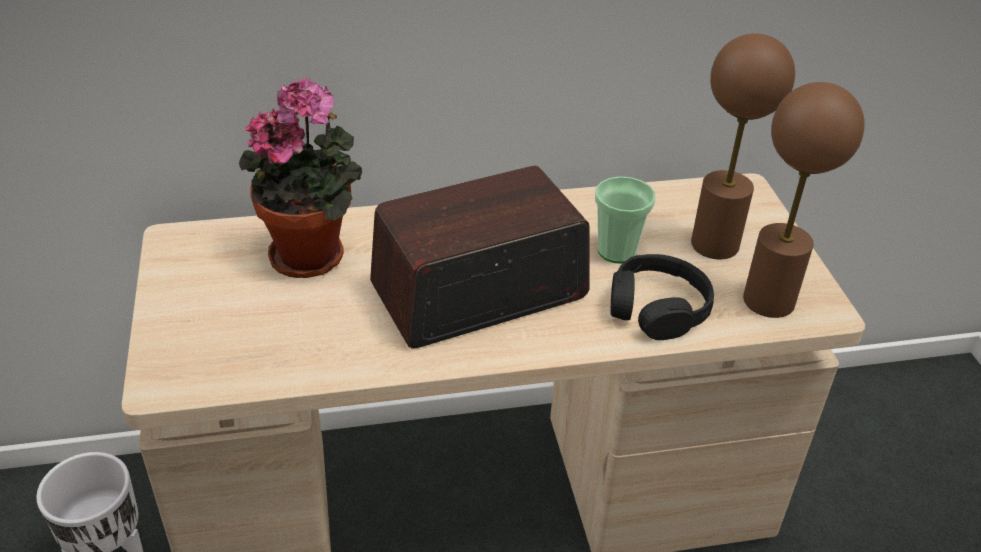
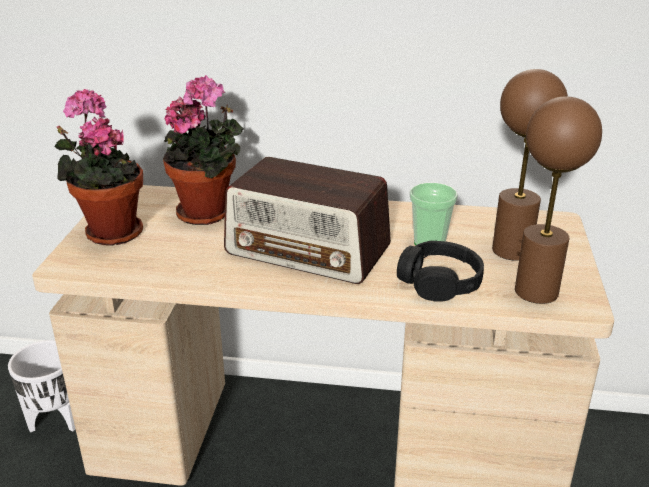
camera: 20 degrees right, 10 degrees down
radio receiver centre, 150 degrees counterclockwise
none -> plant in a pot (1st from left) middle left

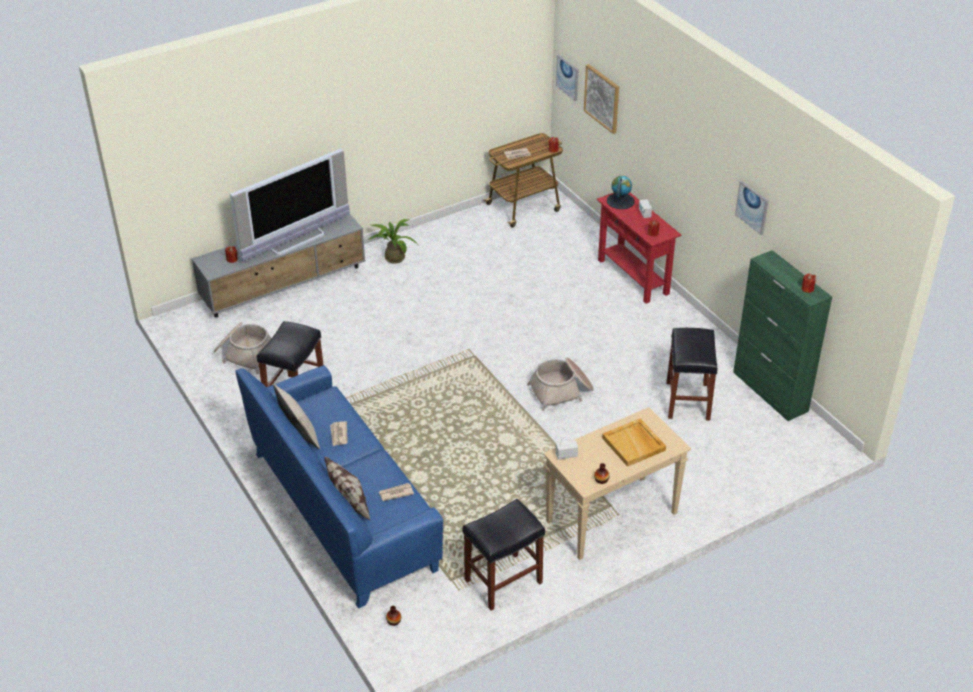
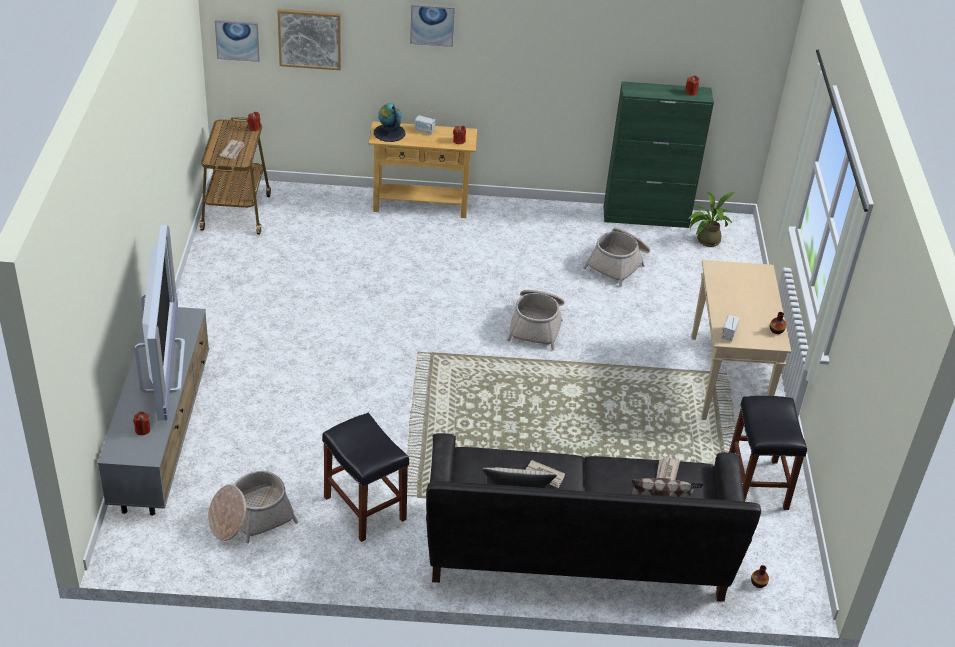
camera: 60 degrees left, 0 degrees up
wall art (3rd from left) top right -> wall art (3rd from left) top centre, move
reddish hall table centre -> sand-coloured hall table (1st from left) top centre
plant in a pot centre -> plant in a pot middle right, move
blackish sitting stool (3rd from left) middle right -> household basket (3rd from left) centre
blue-coloured sofa bottom centre -> blackish sofa bottom centre
sand-coloured tray centre -> none

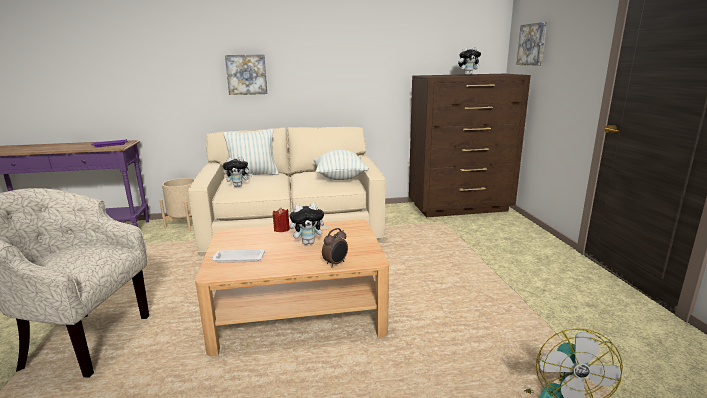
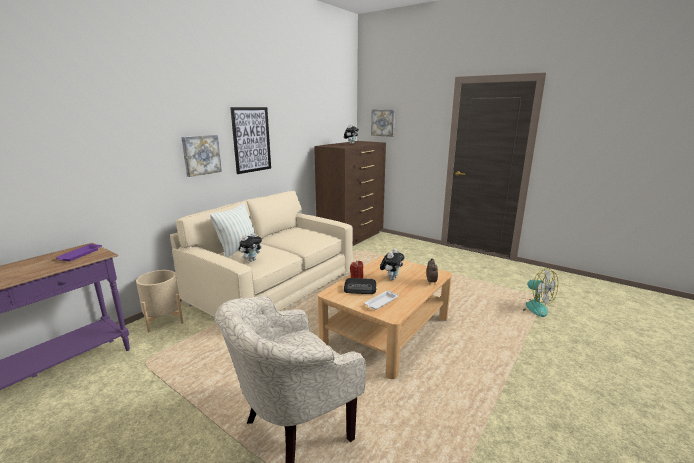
camera: 45 degrees left, 0 degrees up
throw pillow (2nd from left) centre -> none
none -> wall art (2nd from left) top centre
none -> radio receiver centre

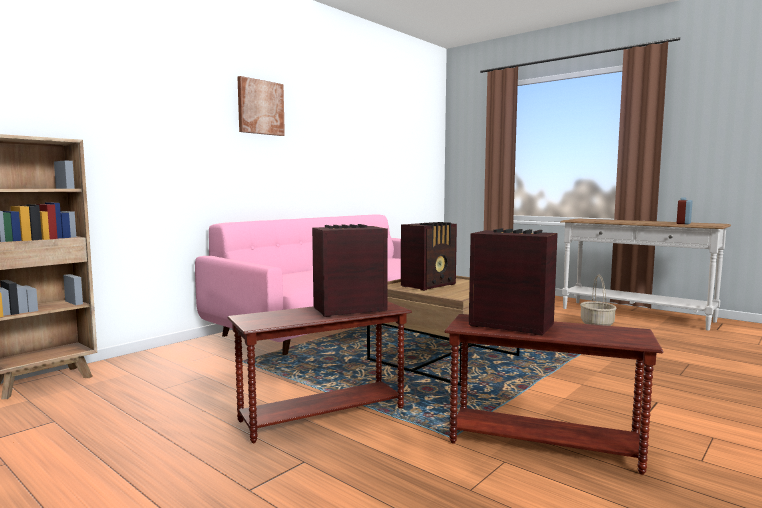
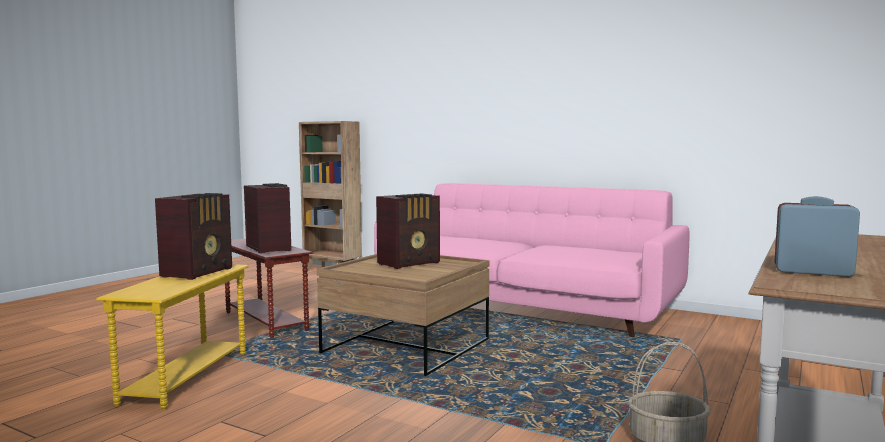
camera: 80 degrees right, 0 degrees up
wall art top centre -> none
radio receiver (2nd from left in the first image) centre -> radio receiver (3rd from left) centre, 75 degrees counterclockwise
brownish accent table (2nd from left) bottom right -> yellow-coloured accent table bottom left

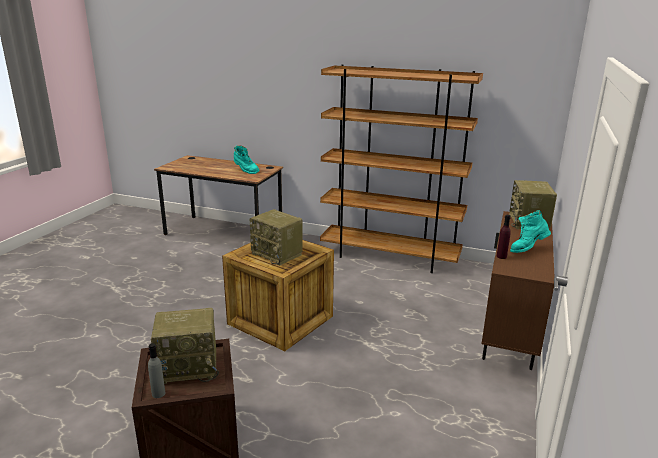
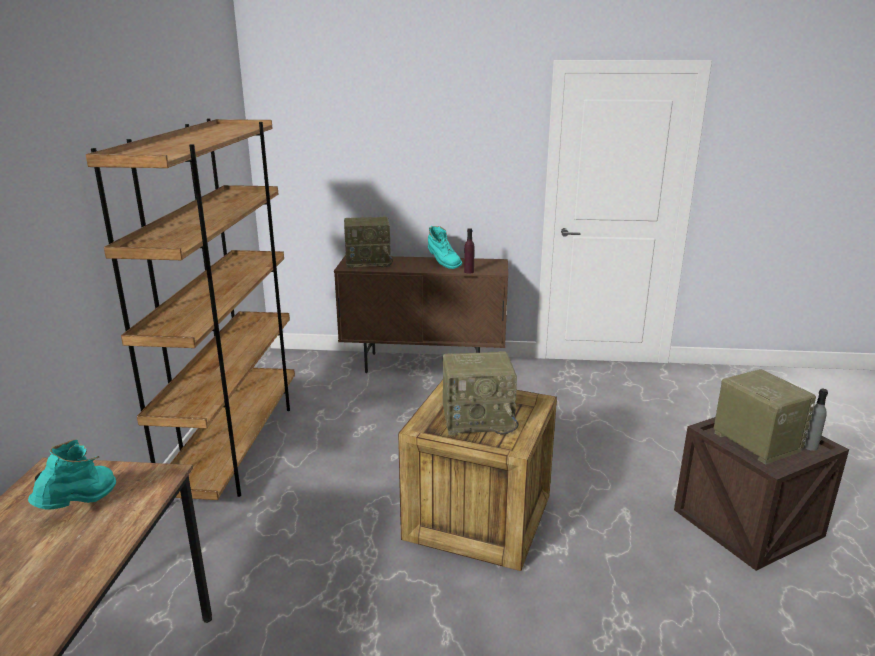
camera: 105 degrees left, 0 degrees up
radio receiver (2nd from left) centre, 60 degrees clockwise

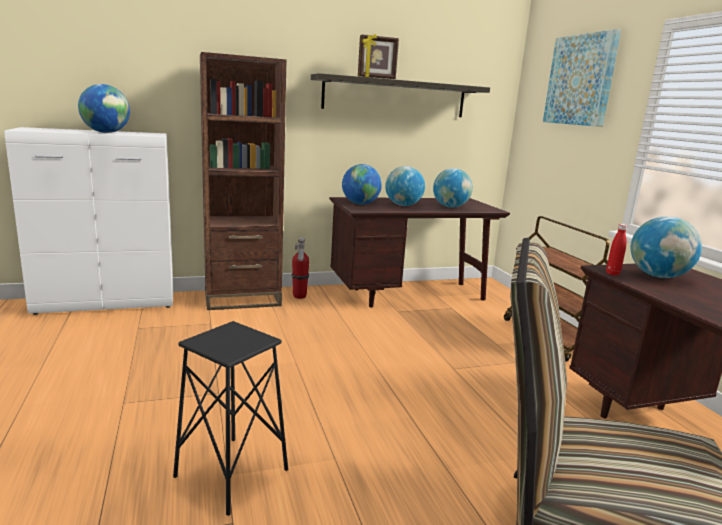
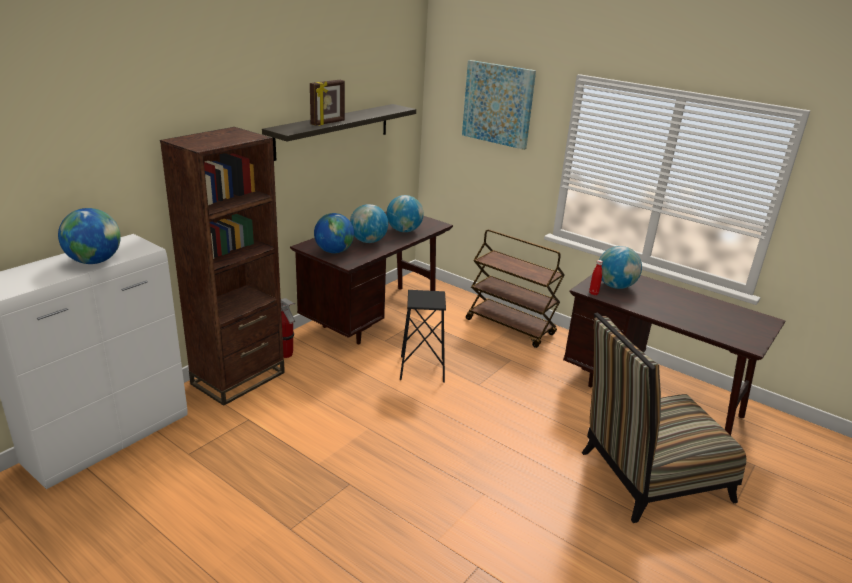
camera: 35 degrees left, 10 degrees up
blackish sitting stool bottom left -> blackish sitting stool centre, move

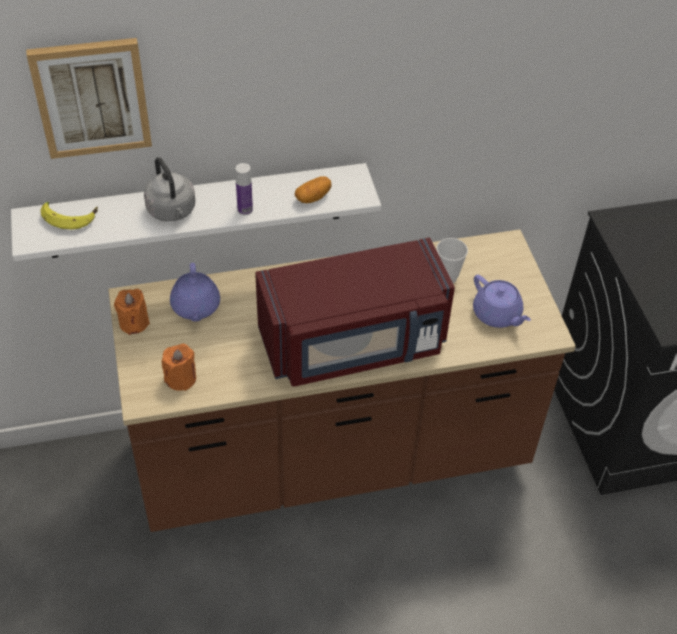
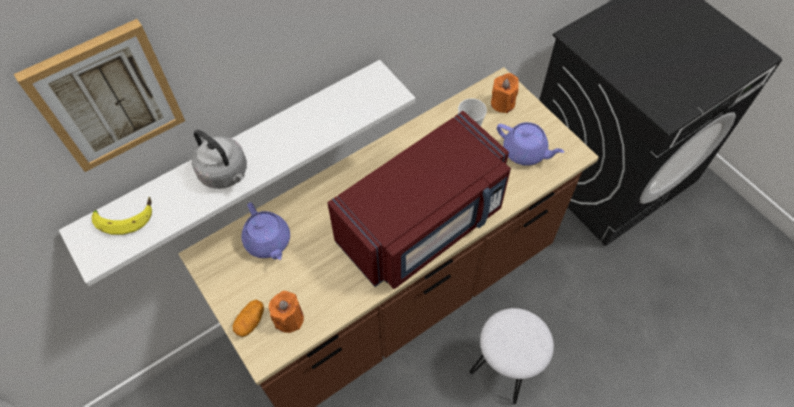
camera: 20 degrees left, 10 degrees up
drink bottle top centre -> none
spud top centre -> spud bottom left, move
orange-coloured wax light (1st from left in the first image) middle left -> orange-coloured wax light (2nd from left) top centre, move
none -> whitish sitting stool bottom centre

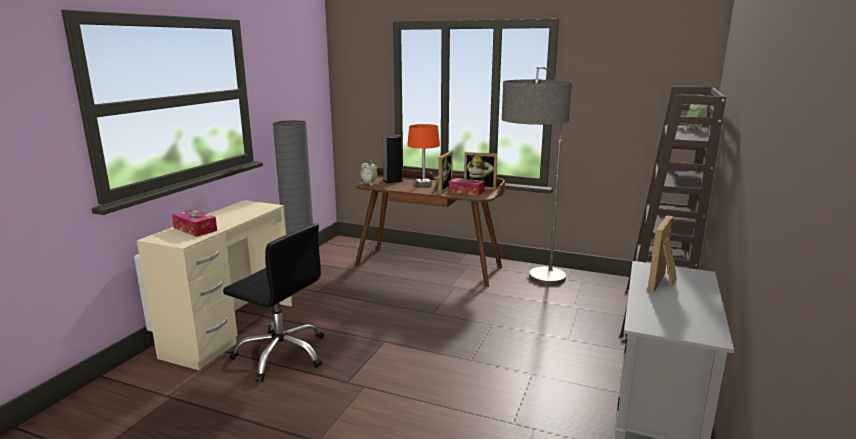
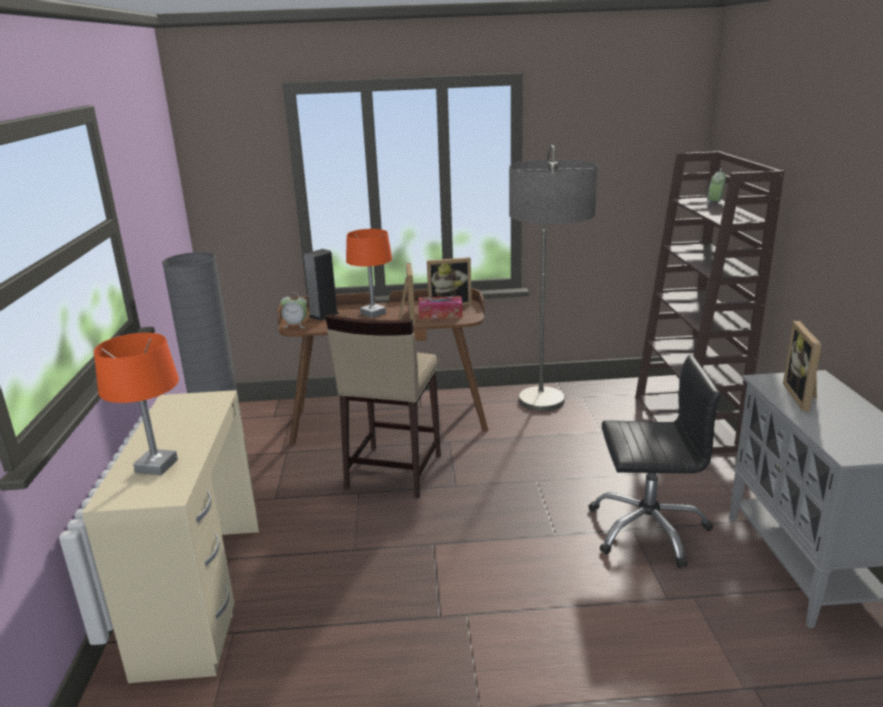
camera: 25 degrees left, 5 degrees up
box of tissues (1st from left) middle left -> orange-coloured lamp for a table (1st from left) middle left
blackish computer chair bottom left -> blackish computer chair middle right, move
none -> sand-coloured sitting stool centre

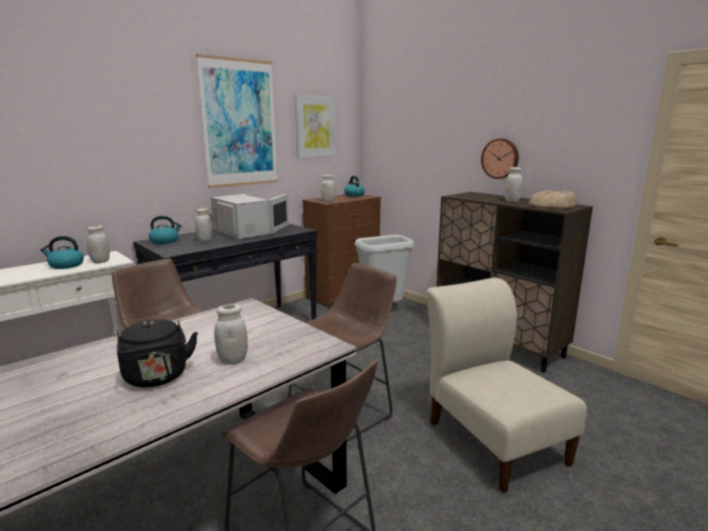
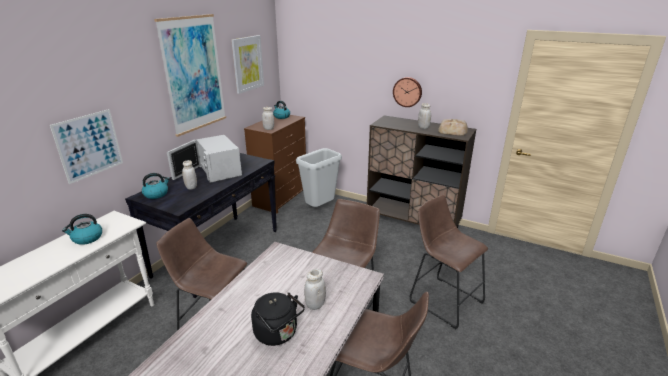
camera: 20 degrees left, 10 degrees up
whitish kitchen microwave centre -> whitish kitchen microwave middle left, 150 degrees counterclockwise
whitish storage jar (1st from left) middle left -> none
sand-coloured chair bottom right -> brownish sitting stool (4th from left) bottom right
none -> wall art (1st from left) middle left

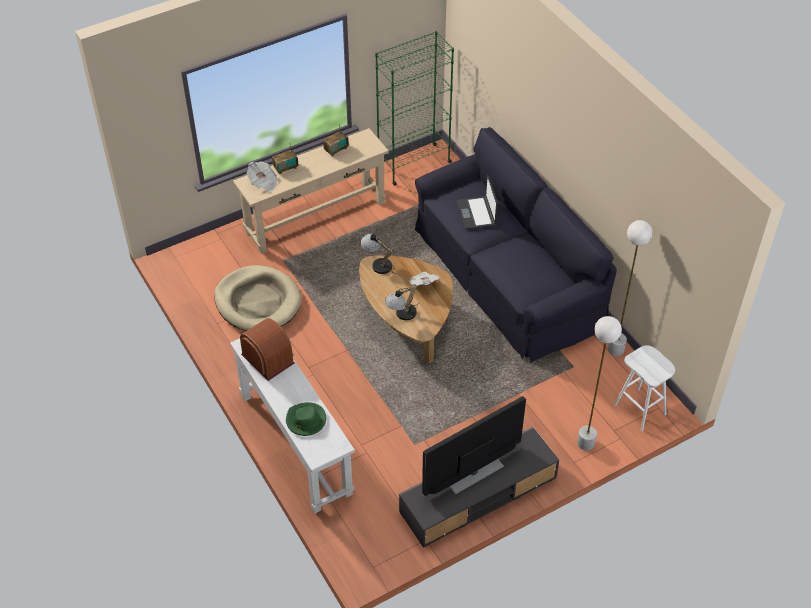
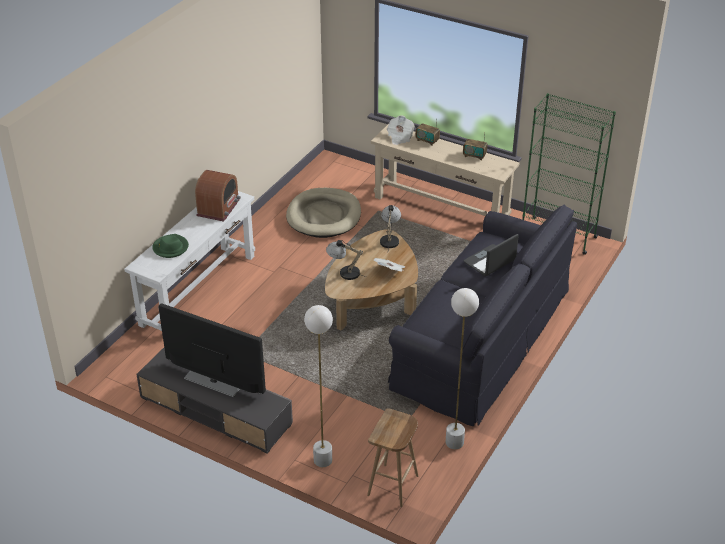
camera: 60 degrees right, 10 degrees down
whitish sitting stool middle right -> brownish sitting stool bottom centre

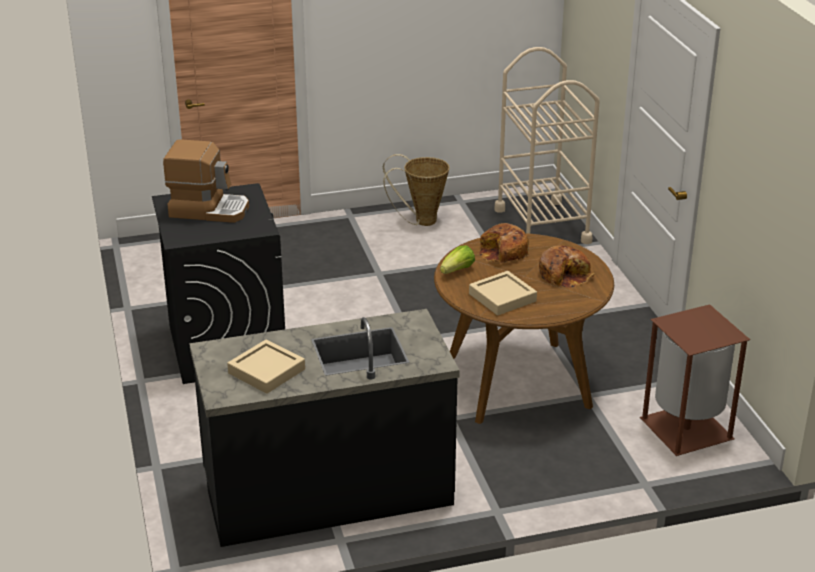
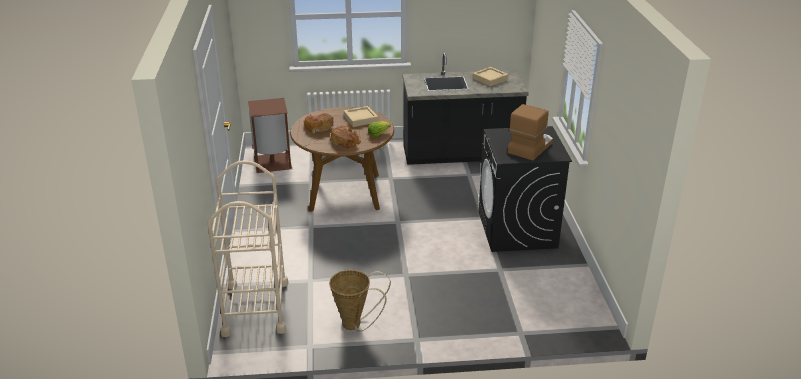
camera: 170 degrees left, 0 degrees up
coffee machine top left -> coffee machine centre, 105 degrees clockwise

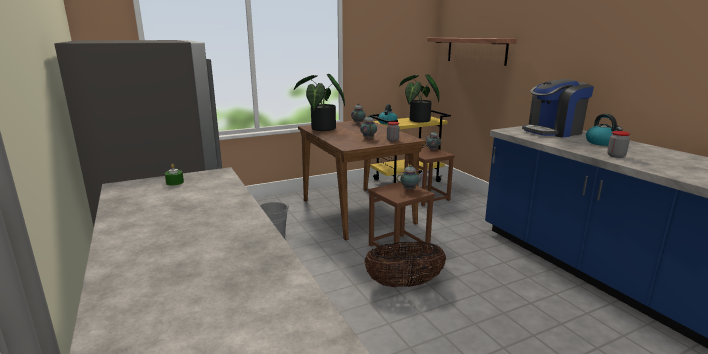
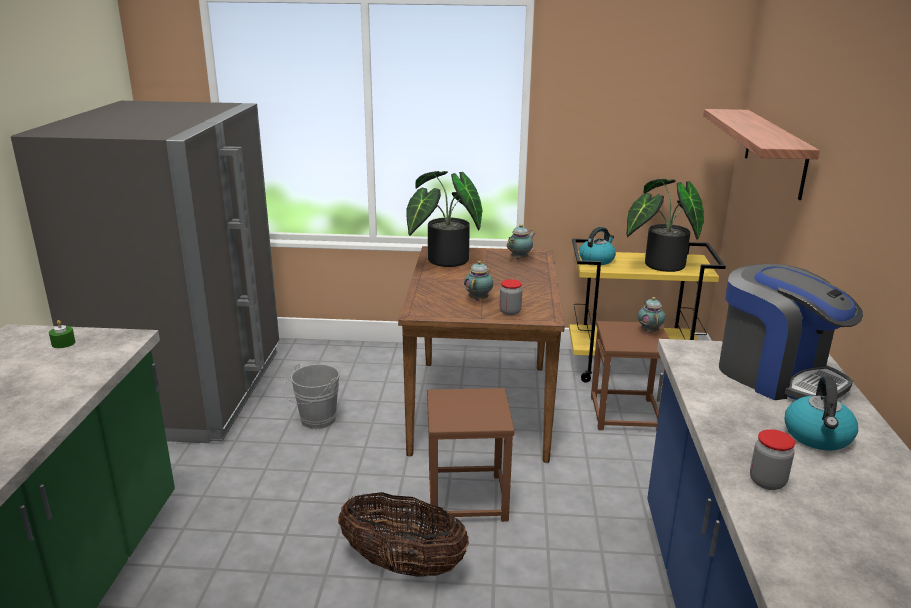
camera: 30 degrees right, 5 degrees up
coffee machine top right -> coffee machine middle right, 135 degrees counterclockwise
pot for tea (3rd from left) centre -> none

